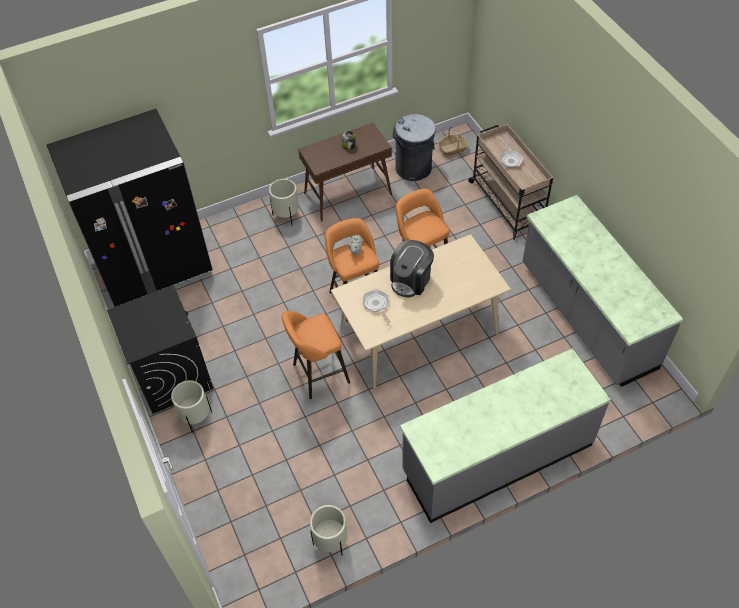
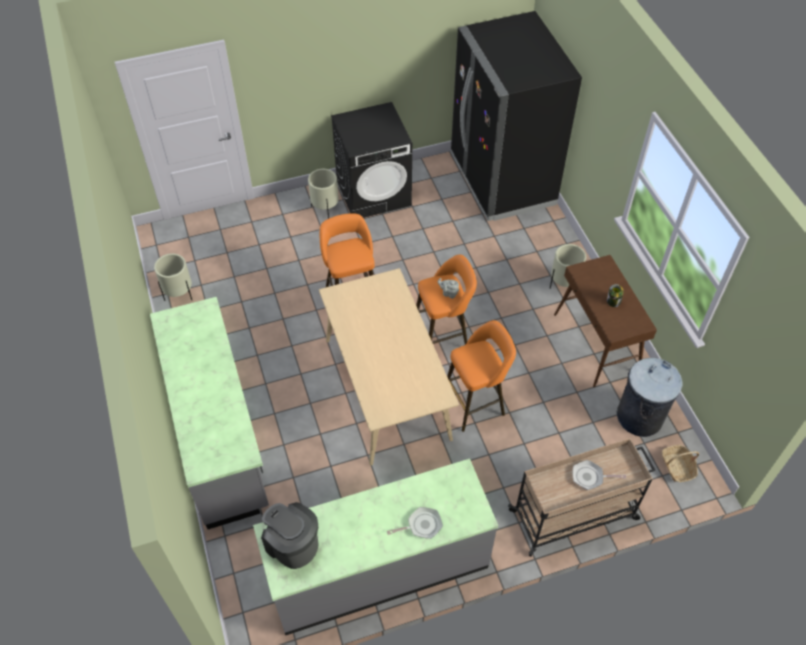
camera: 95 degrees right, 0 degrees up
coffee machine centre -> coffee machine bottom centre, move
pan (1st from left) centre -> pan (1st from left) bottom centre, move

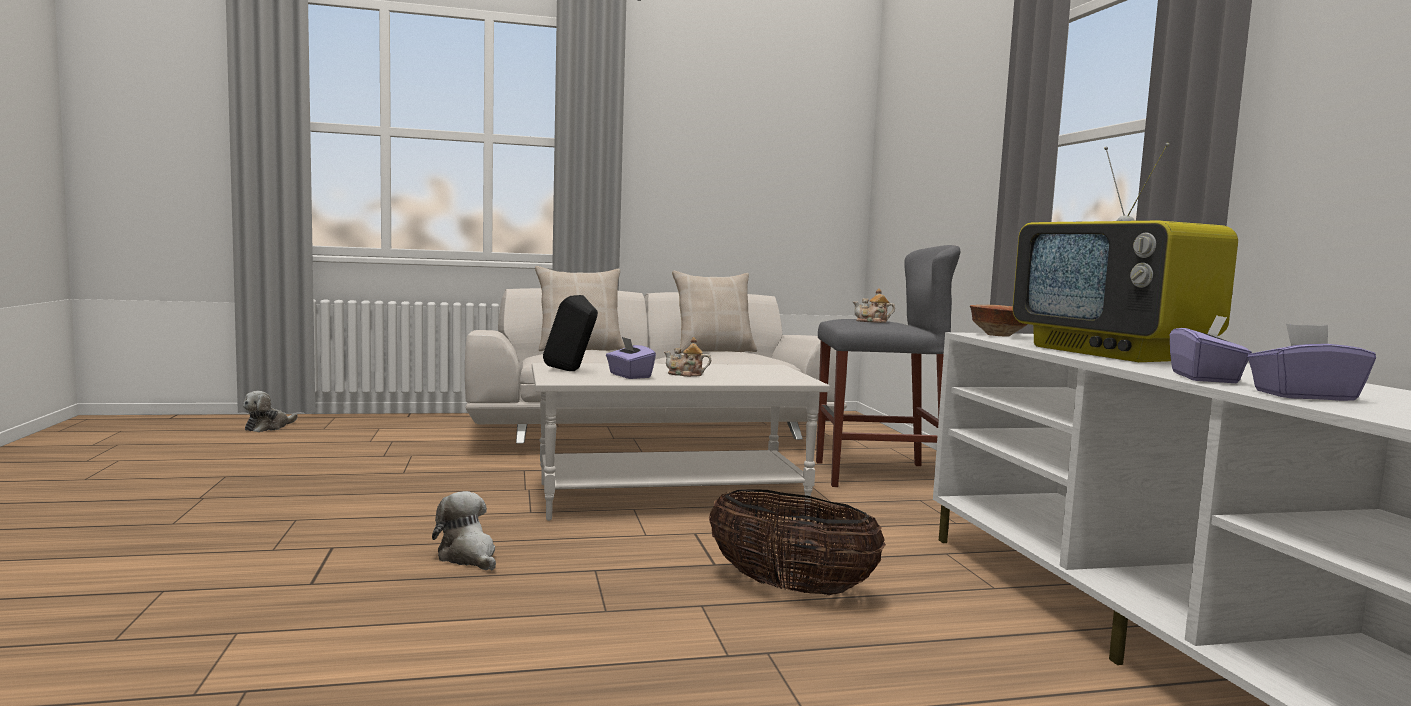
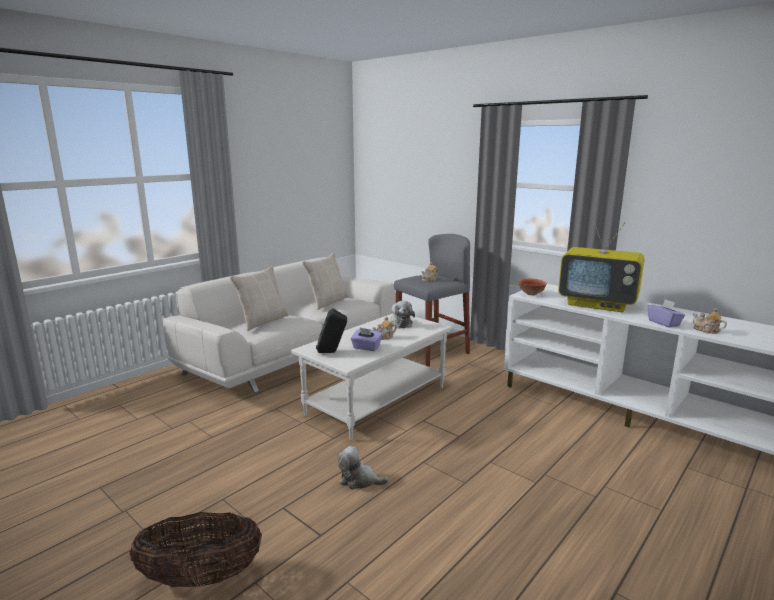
camera: 35 degrees left, 10 degrees up
purple-coloured box of tissues (3rd from left) middle right -> pot for tea (3rd from left) middle right
plush toy (1st from left in the first image) middle left -> plush toy (2nd from left) centre, move
household basket bottom centre -> household basket bottom left, move

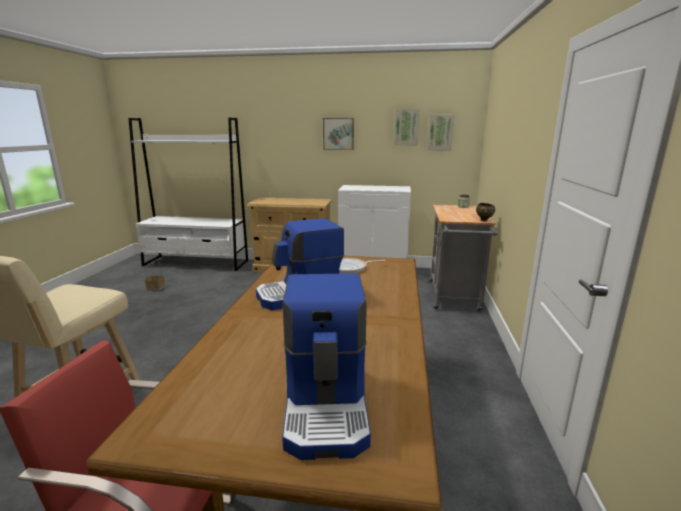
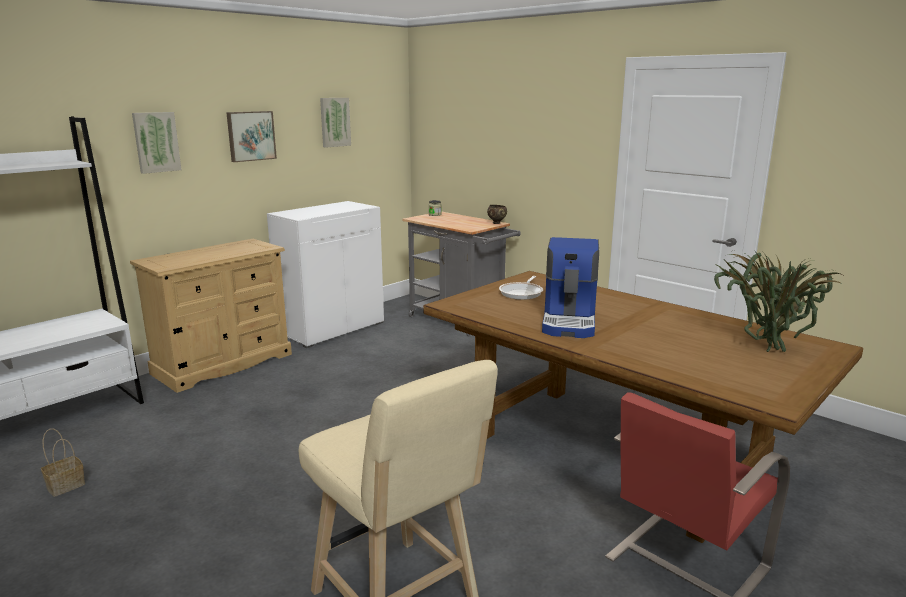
camera: 55 degrees left, 0 degrees up
wall art (3rd from left in the first image) top centre -> wall art (1st from left) top left, move
coffee machine (2nd from left) bottom centre -> plant in a pot middle right

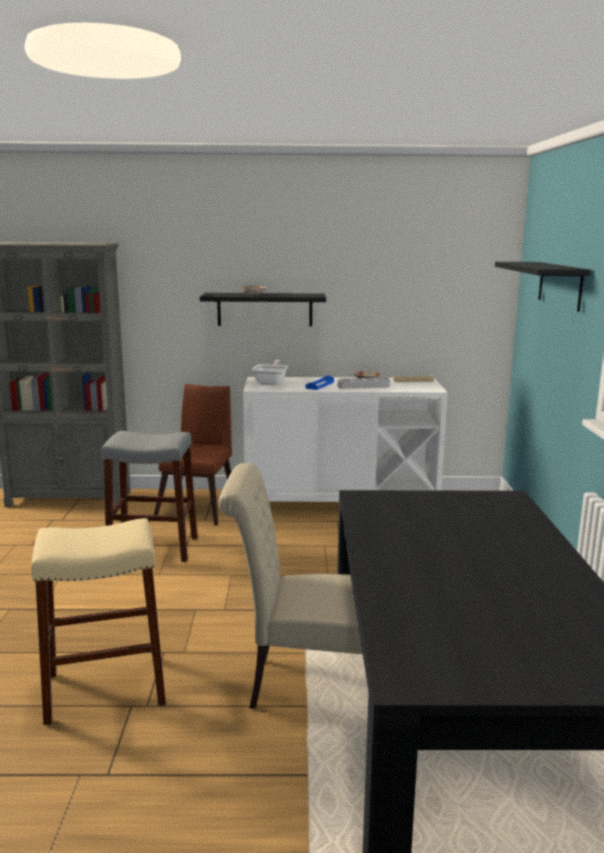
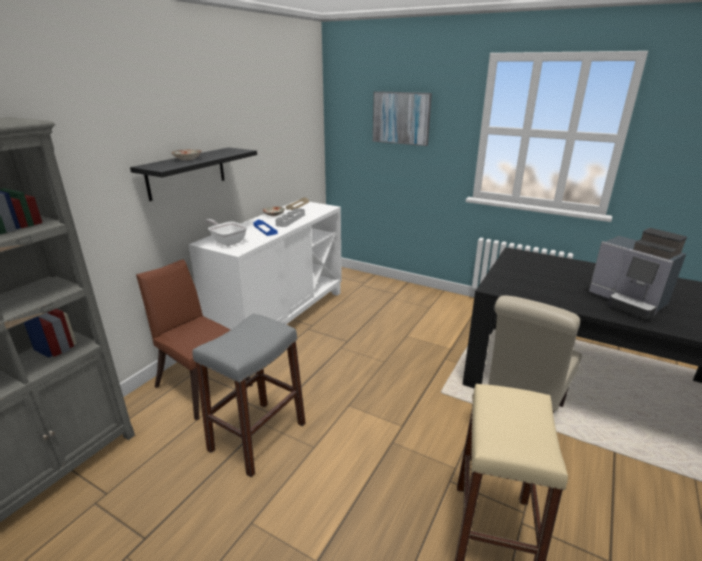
camera: 60 degrees left, 10 degrees up
blackish bracket shelf (2nd from left) middle right -> wall art top centre
none -> coffee machine middle right

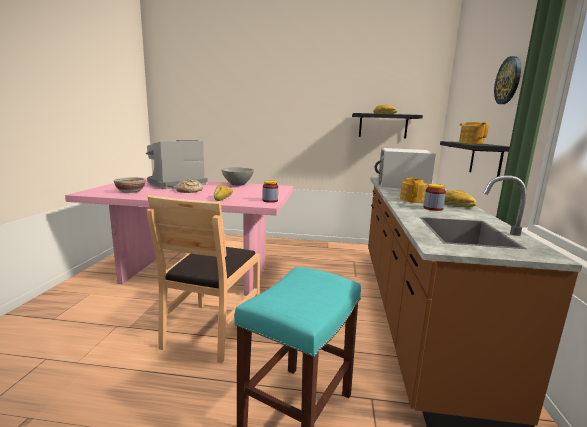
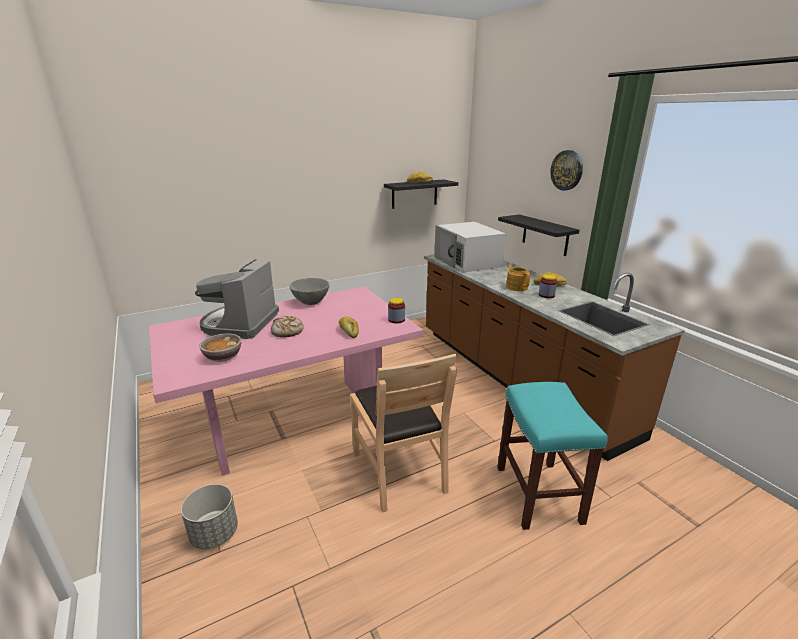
camera: 35 degrees left, 10 degrees up
pot for tea (2nd from left) top right -> none
none -> greyish planter bottom left

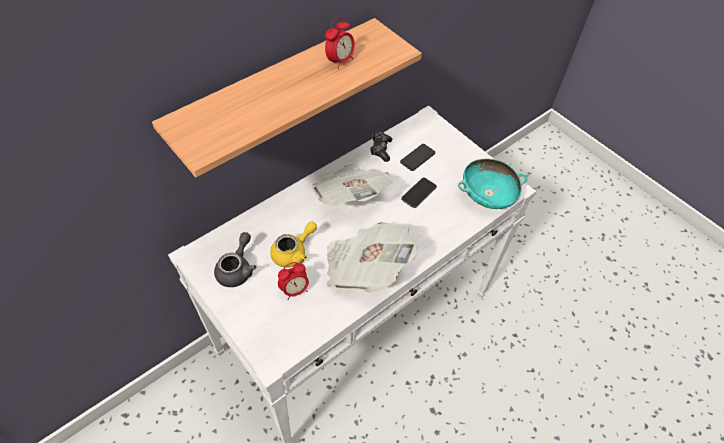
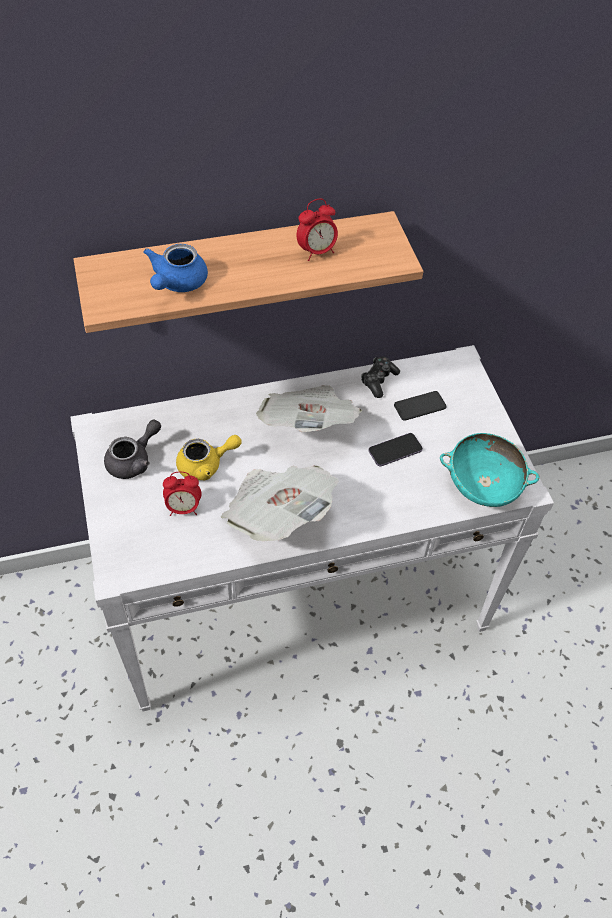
camera: 25 degrees right, 0 degrees up
none -> blue-coloured pot for tea top left

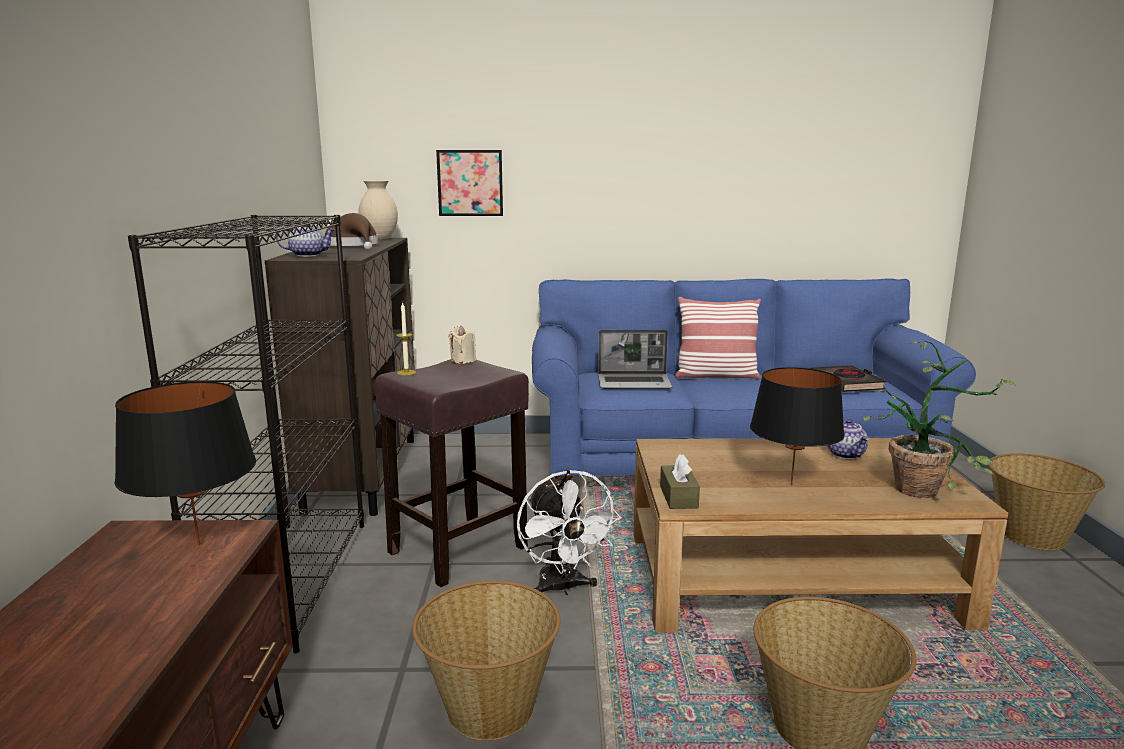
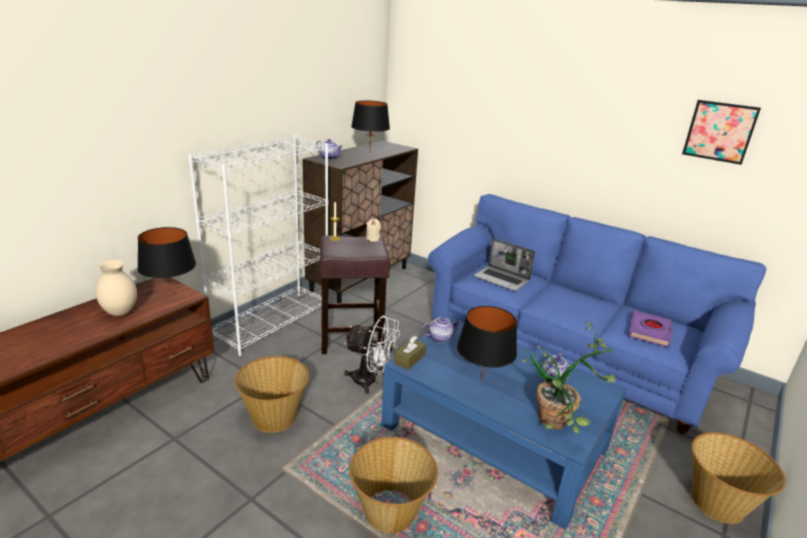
camera: 35 degrees right, 10 degrees up
wall art top centre -> wall art top right, move
sand-coloured decorative vase top centre -> sand-coloured decorative vase middle left, move
brownish hat top left -> blackish lamp for a table (2nd from left) top centre
blackish bookshelf middle left -> whitish bookshelf middle left
throw pillow centre -> none
blackish book middle right -> purple-coloured book middle right
brownish lounge table bottom right -> blue-coloured lounge table bottom centre
whitish cooling fan bottom centre -> whitish cooling fan centre, 90 degrees counterclockwise
none -> pot for tea (2nd from left) centre

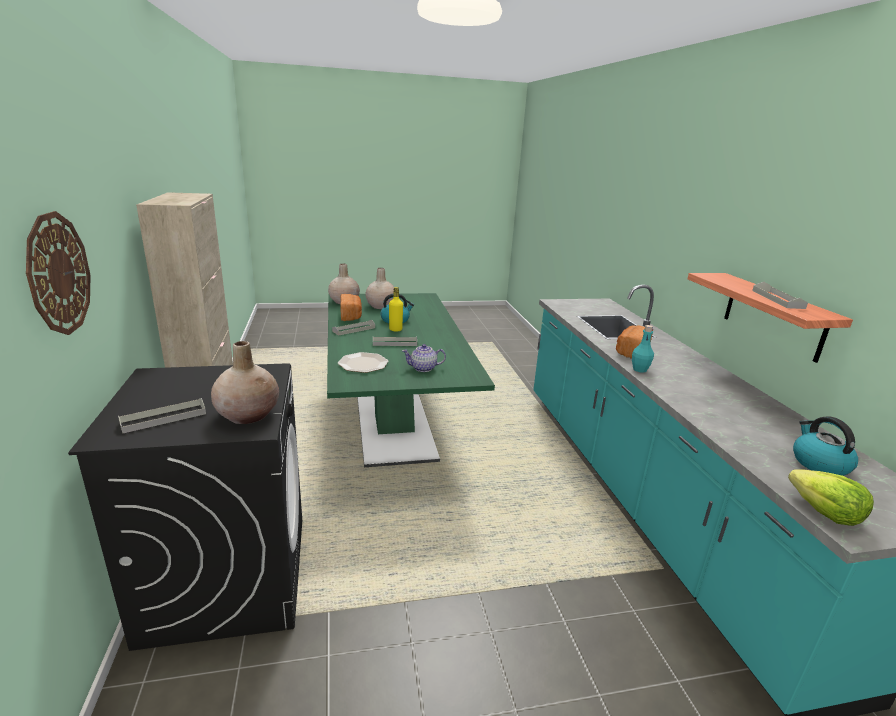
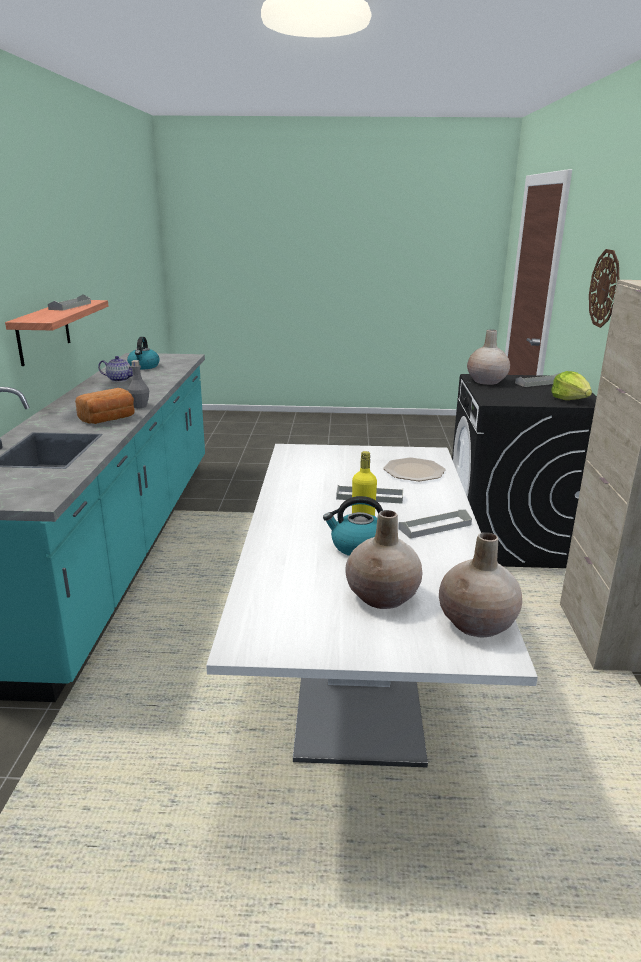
camera: 165 degrees left, 0 degrees up
greenish kitchen table centre -> whitish kitchen table centre
bread (1st from left) centre -> none
turquoise-coloured drink bottle middle right -> greyish drink bottle middle left
pot for tea centre -> pot for tea middle left, move
lettuce head bottom right -> lettuce head middle right, move

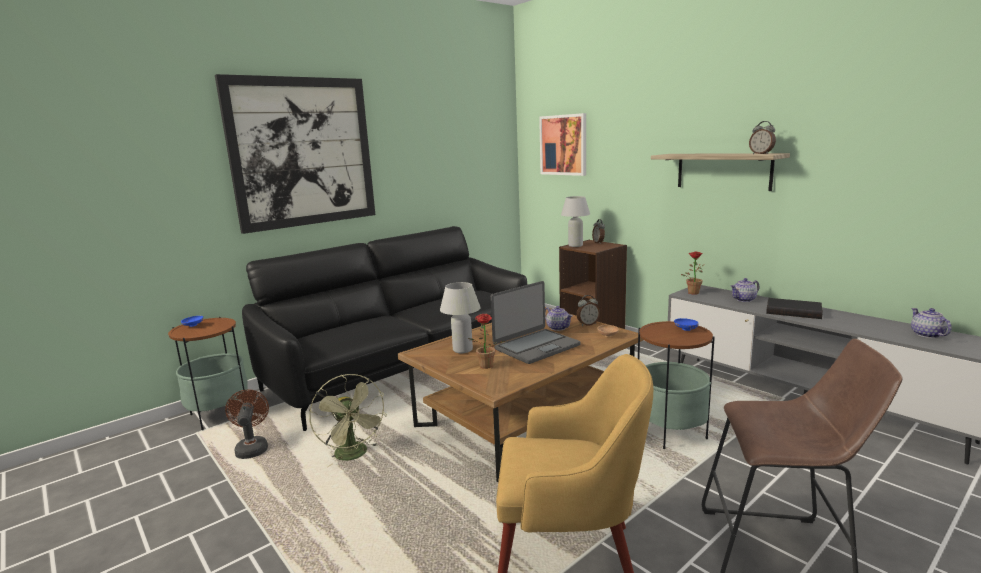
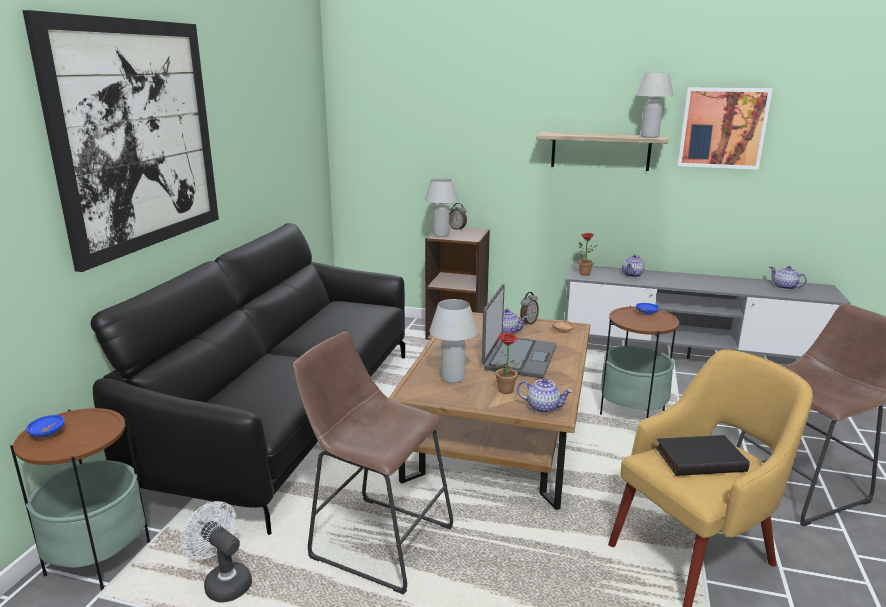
camera: 35 degrees left, 5 degrees up
wall art (2nd from left) top centre -> wall art (2nd from left) top right, move
table clock (3rd from left) top right -> whitish lamp for a table (3rd from left) top right
blackish book middle right -> blackish book bottom right, move
greenish cooling fan bottom centre -> brownish sitting stool (1st from left) bottom centre
brownish cooling fan bottom left -> whitish cooling fan bottom left
none -> pot for tea (2nd from left) centre

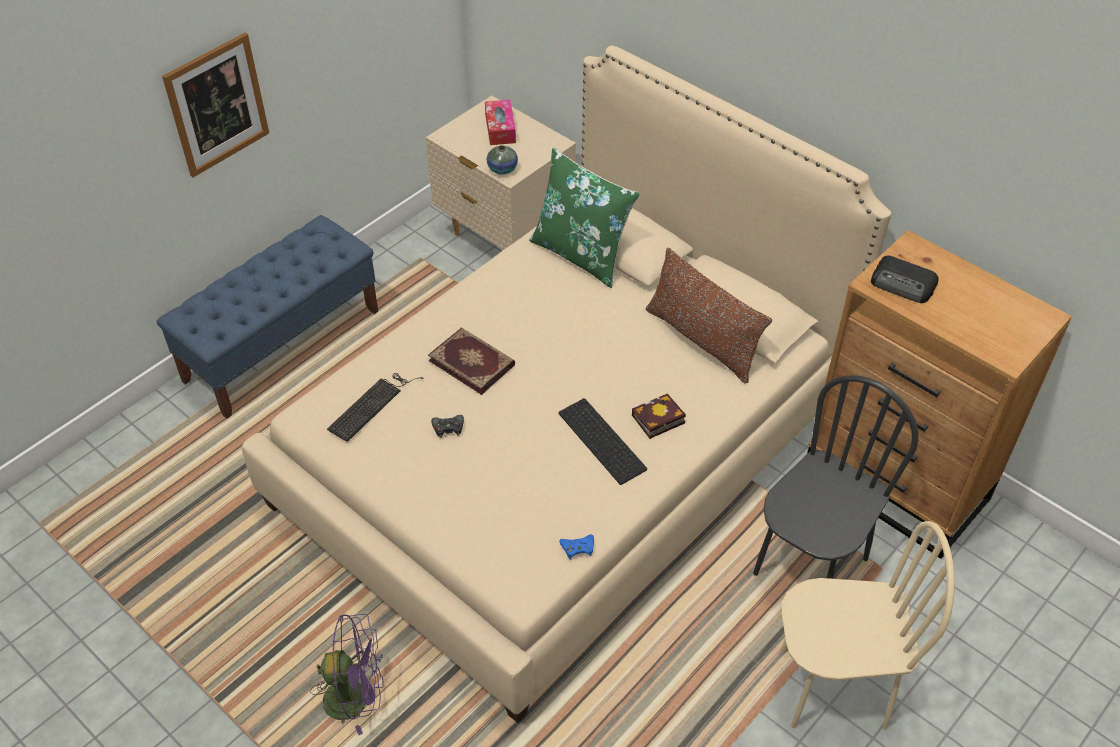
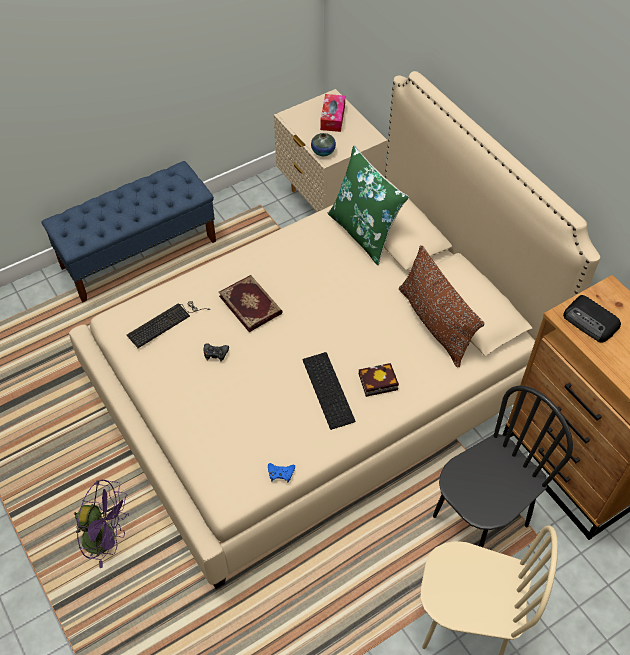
camera: 15 degrees right, 5 degrees up
wall art top left -> none

